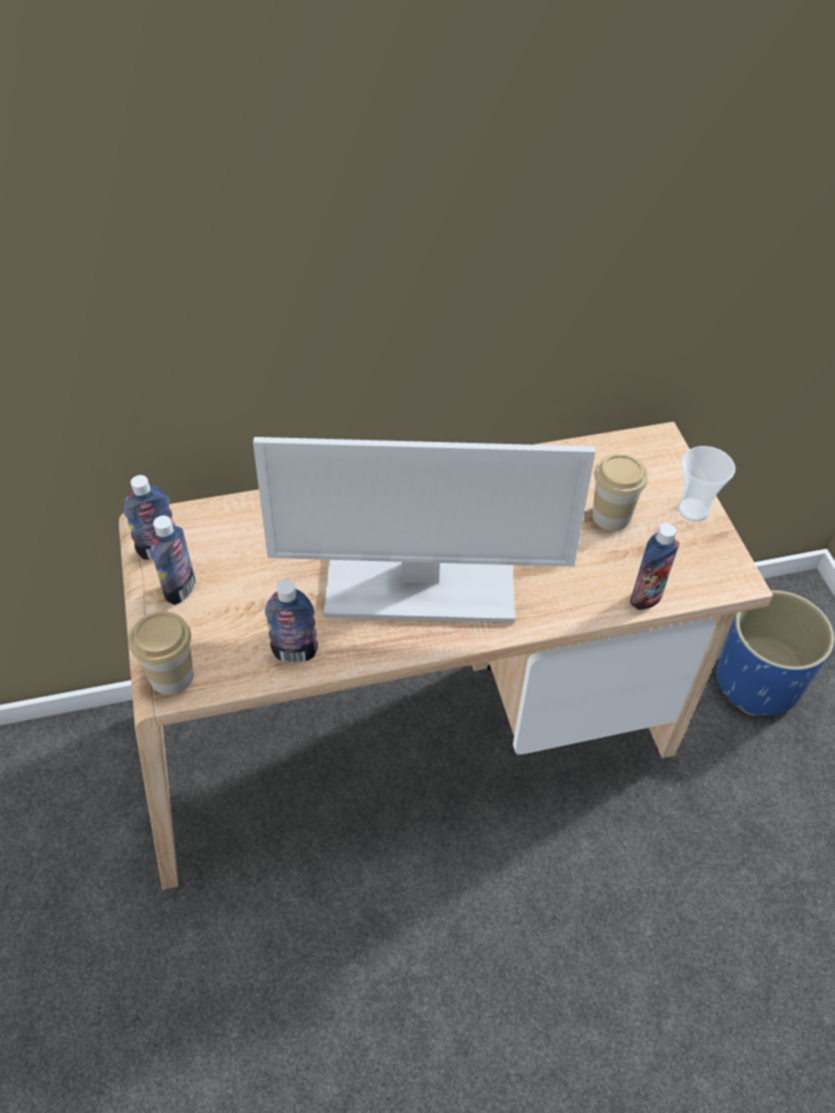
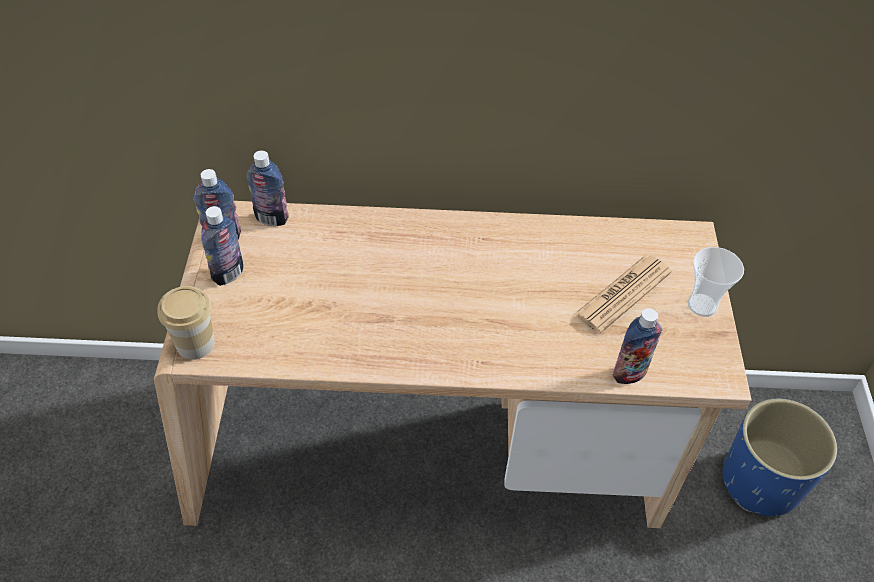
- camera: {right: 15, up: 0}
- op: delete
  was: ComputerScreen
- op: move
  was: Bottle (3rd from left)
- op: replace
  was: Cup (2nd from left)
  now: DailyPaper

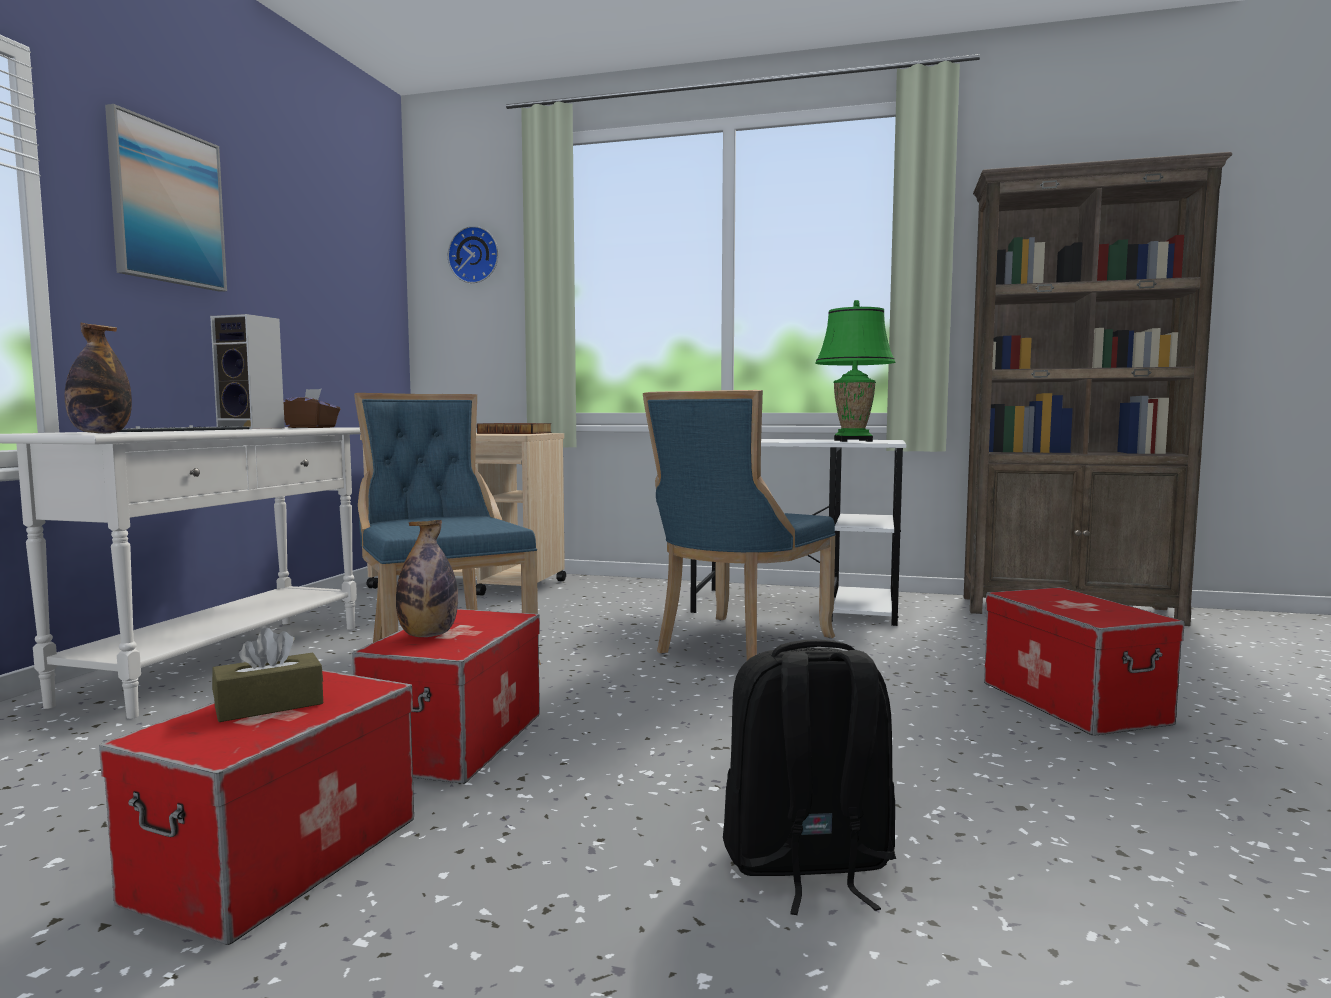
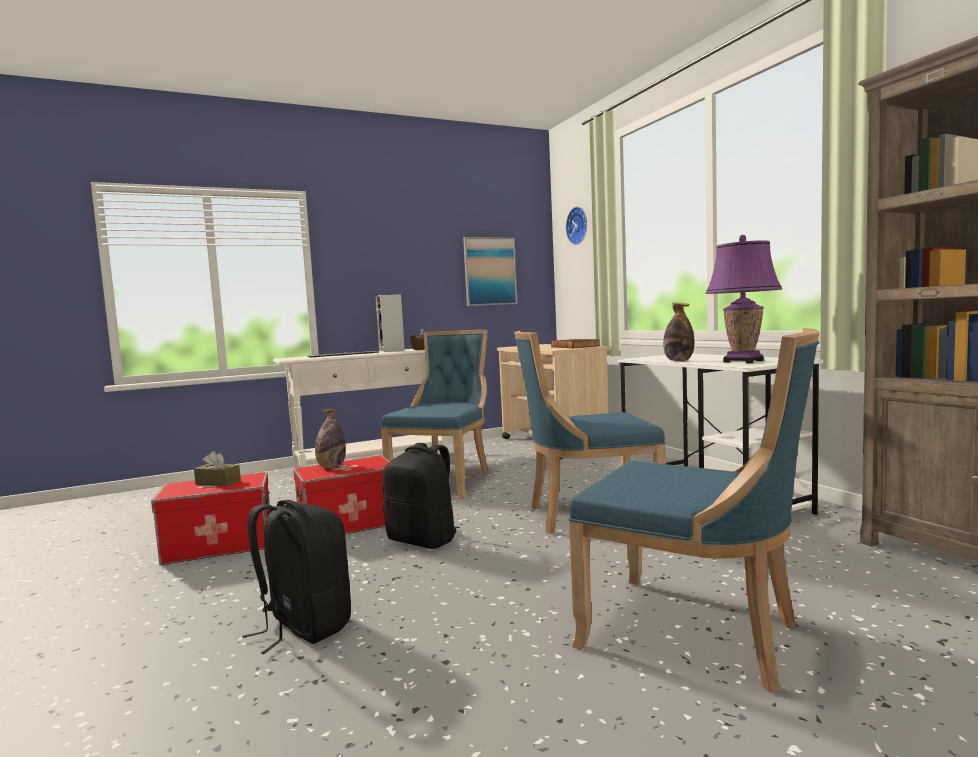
- camera: {right: 50, up: 0}
- op: move
  was: Bottle (1st from left in the first image)
  now: Bottle (2nd from left)
- op: move
  was: WallPicture
- op: recolor
  was: GreenishLampForATable
  now: PurplishLampForATable
- op: replace
  was: StorageBin (3rd from left)
  now: BluishPlainChair (3rd from left)
- op: insert
  now: BlackishRucksack (2nd from left)

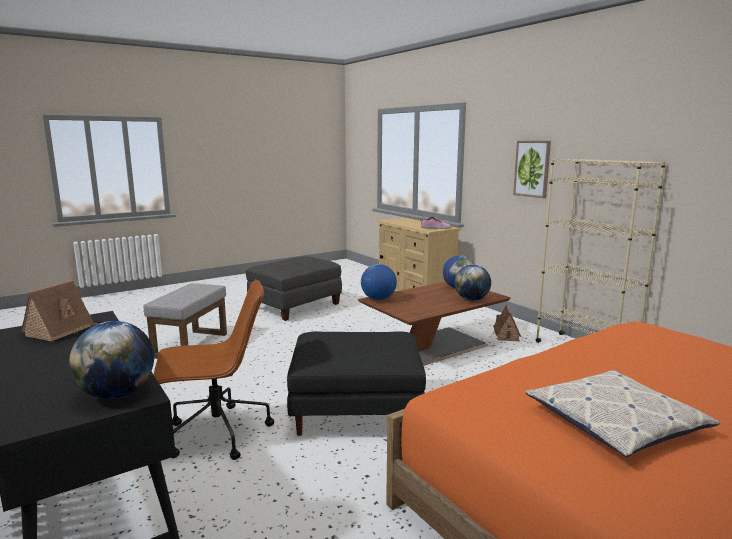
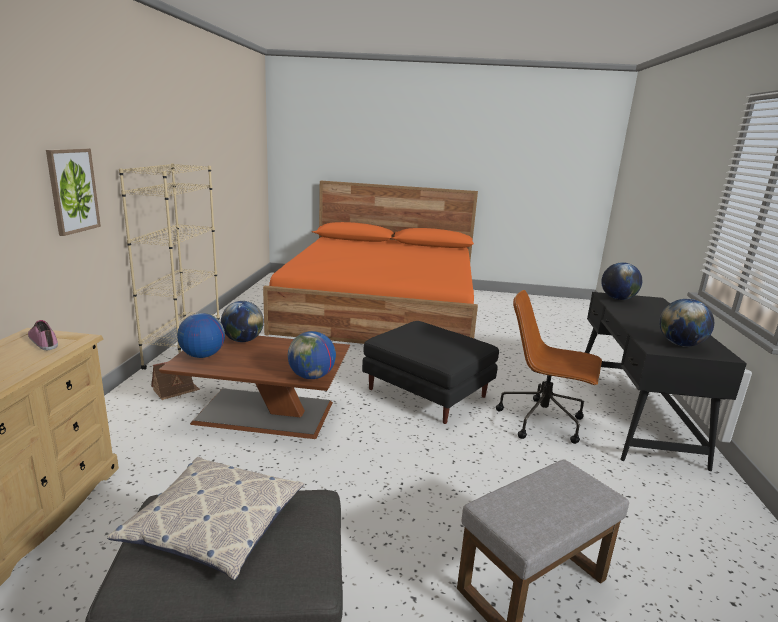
- camera: {right: -140, up: 5}
- op: replace
  was: MiniatureHouse (1st from left)
  now: WorldGlobe (5th from left)
- op: move
  was: Cushion

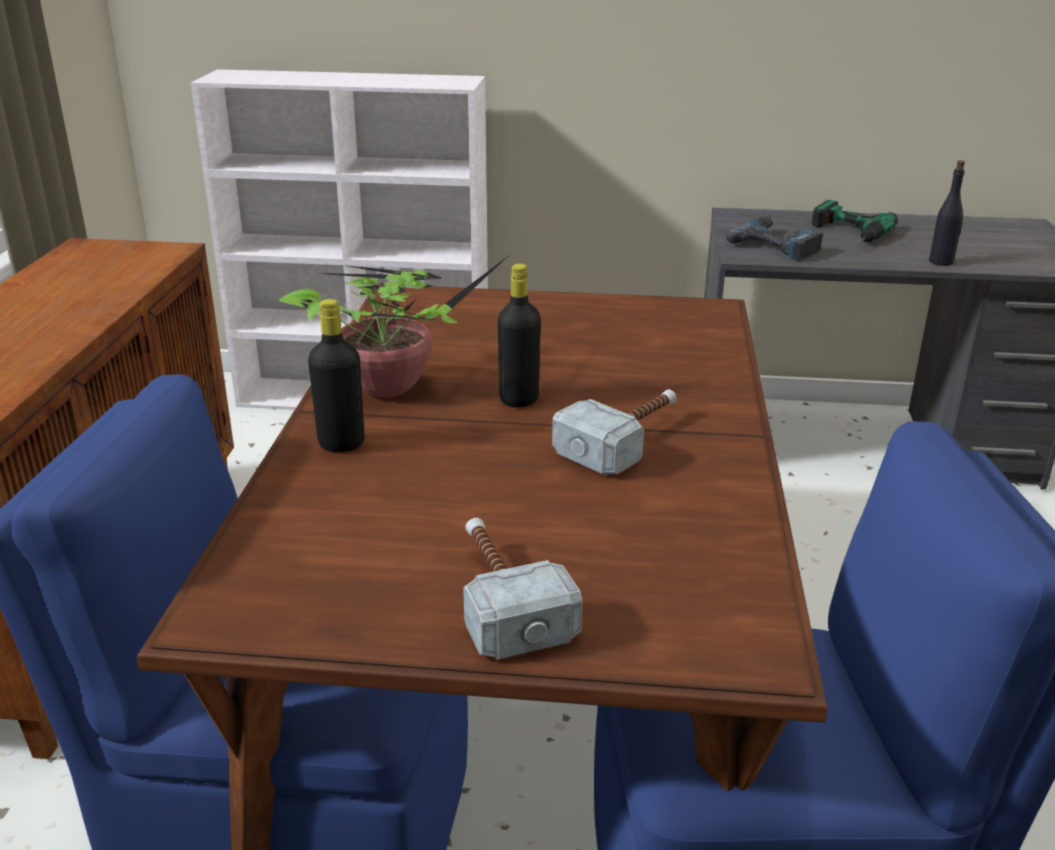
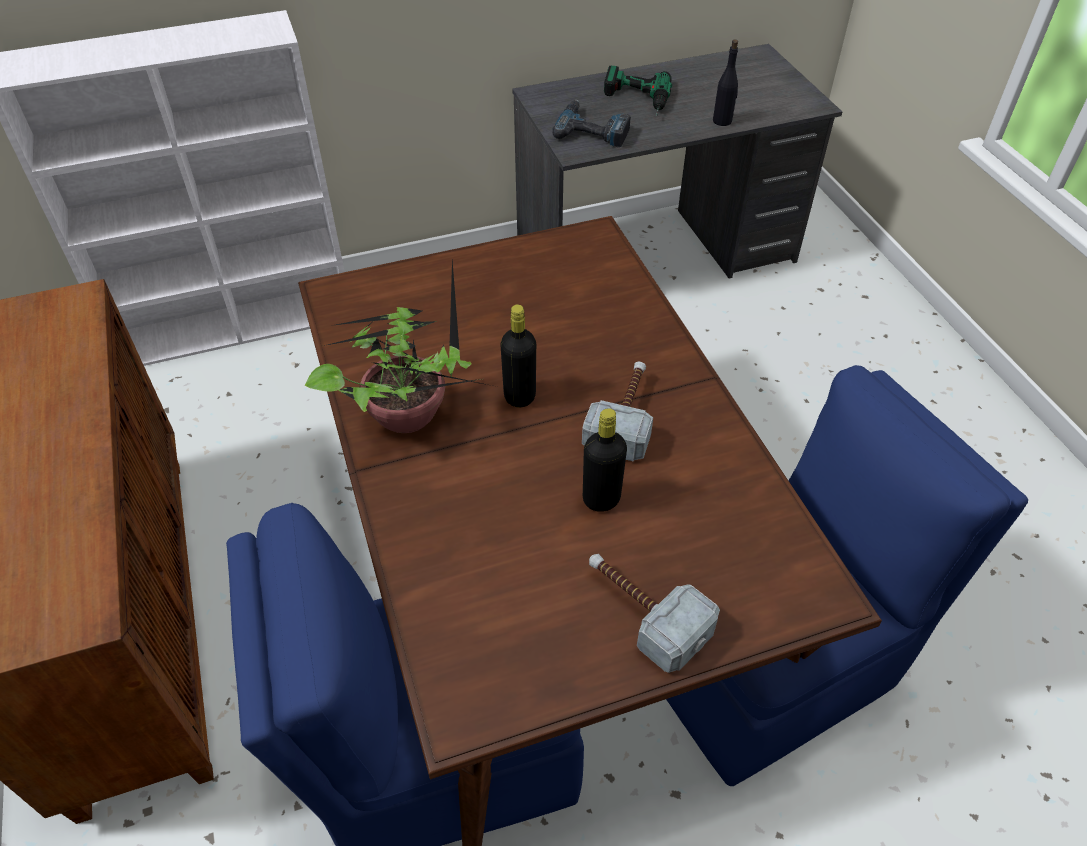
- camera: {right: -25, up: 20}
- op: move
  was: BlackishBottle (1st from left in the first image)
  now: BlackishBottle (2nd from left)

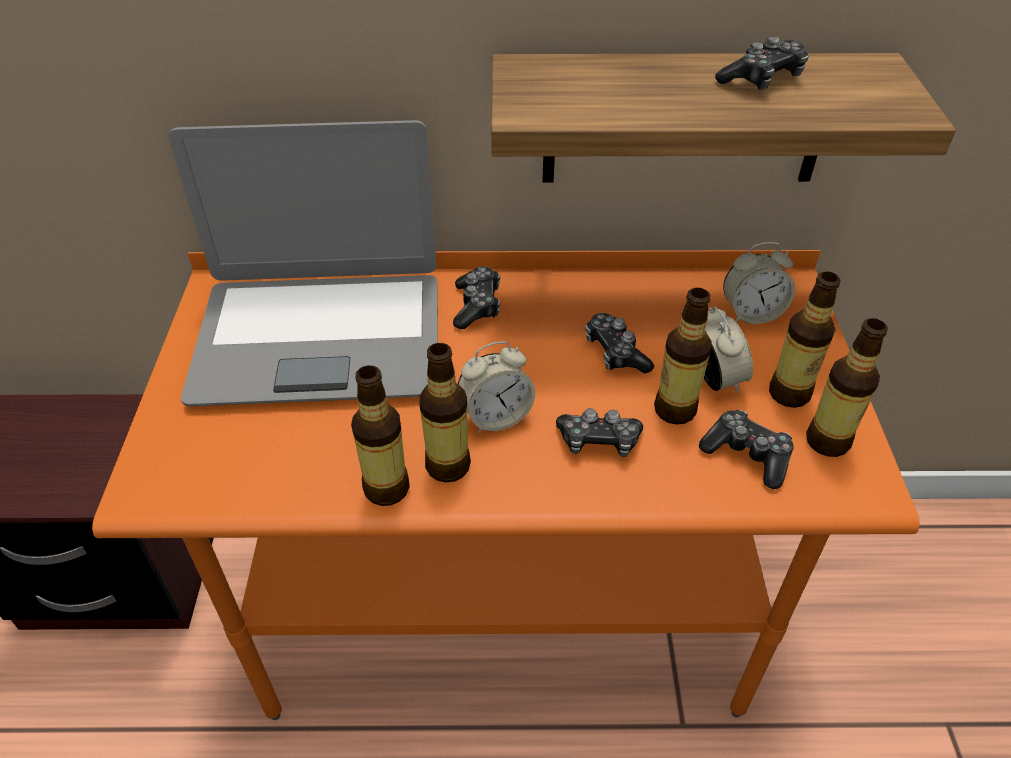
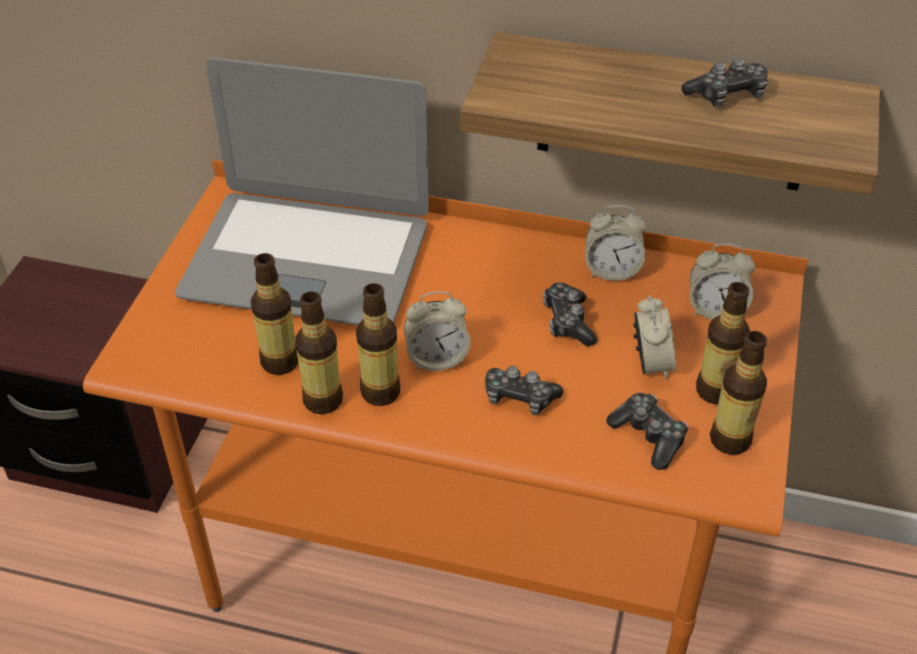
- camera: {right: 15, up: 0}
- op: delete
  was: GameController (1st from left)
- op: move
  was: Bottle (3rd from left in the first image)
  now: Bottle (1st from left)
- op: insert
  now: TableClock (2nd from left)

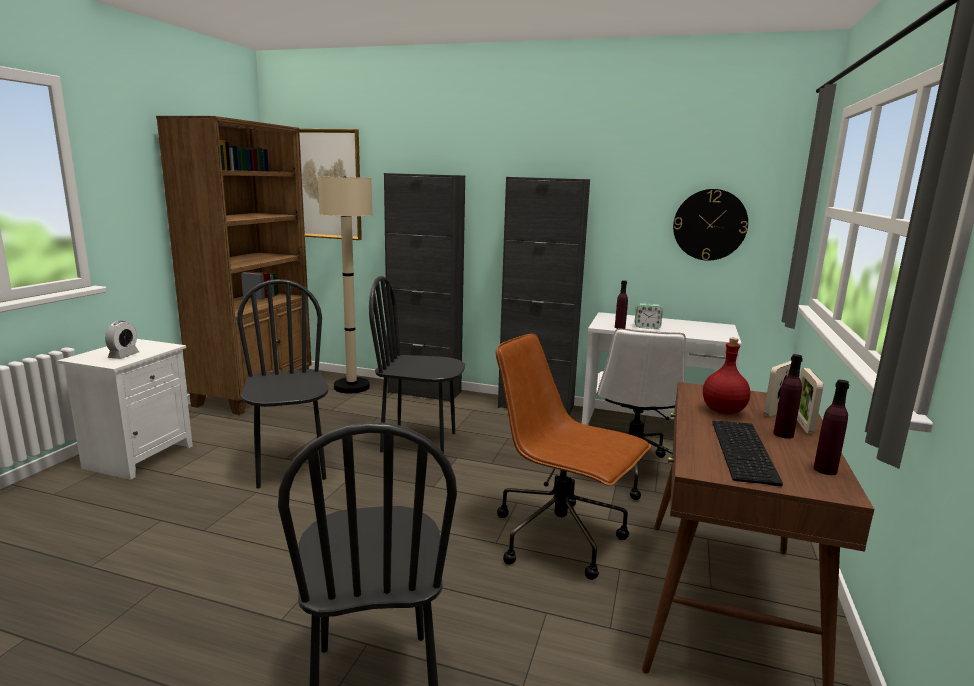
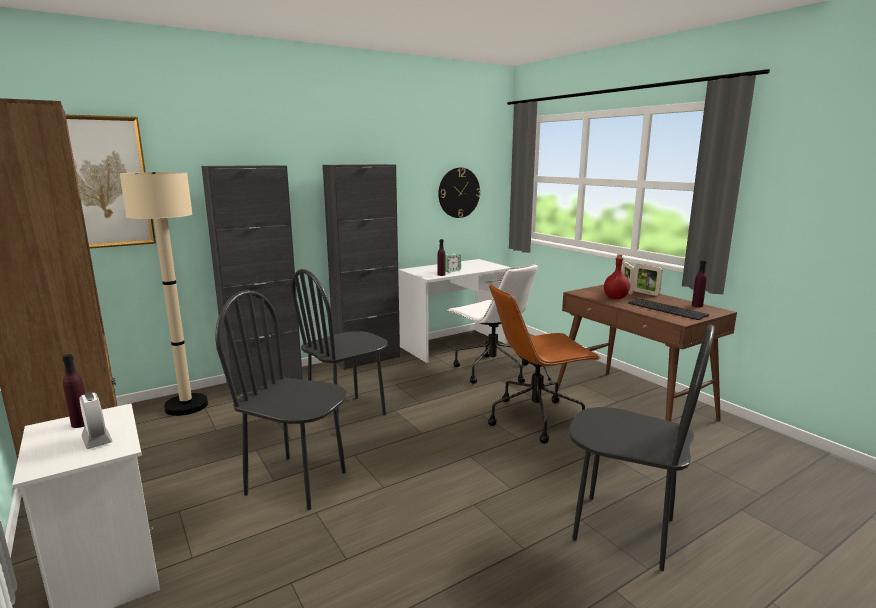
- camera: {right: -50, up: 0}
- op: move
  was: PurplishBottle (2nd from left in the first image)
  now: PurplishBottle (1st from left)

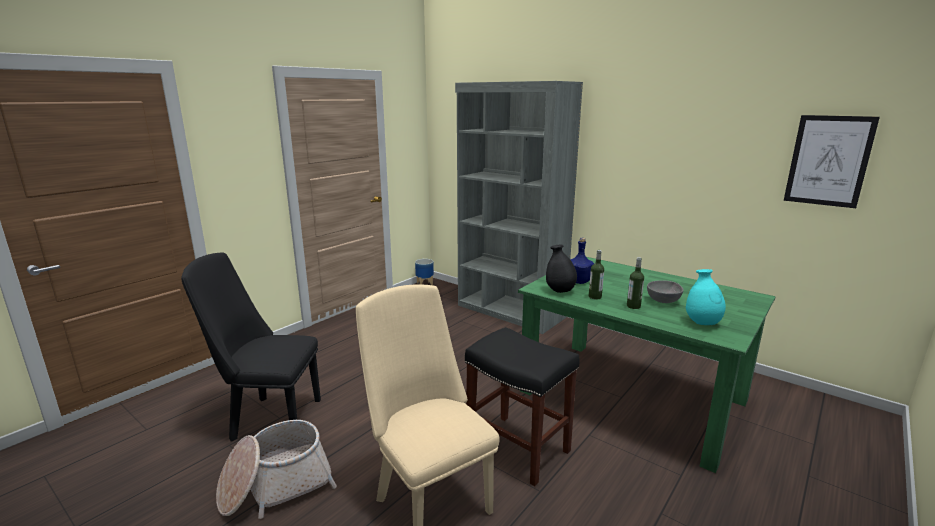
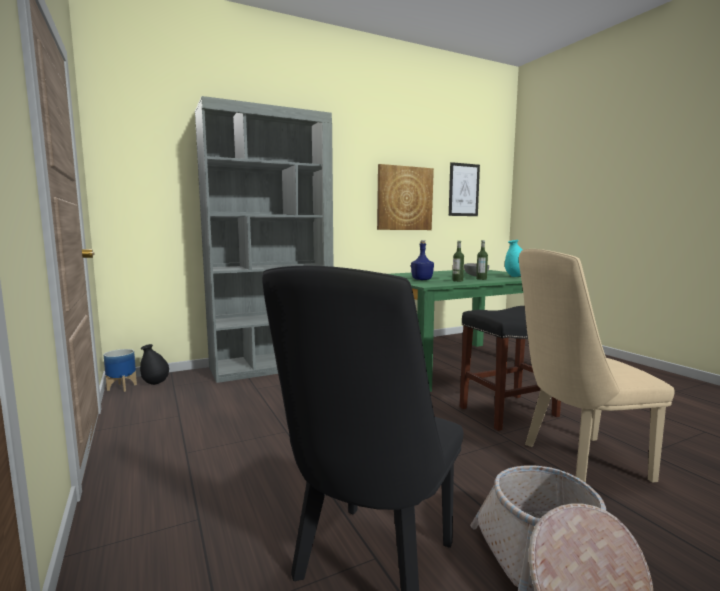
- camera: {right: -65, up: -10}
- op: move
  was: BlackishFlowerVase
- op: insert
  now: WallPicture (1st from left)

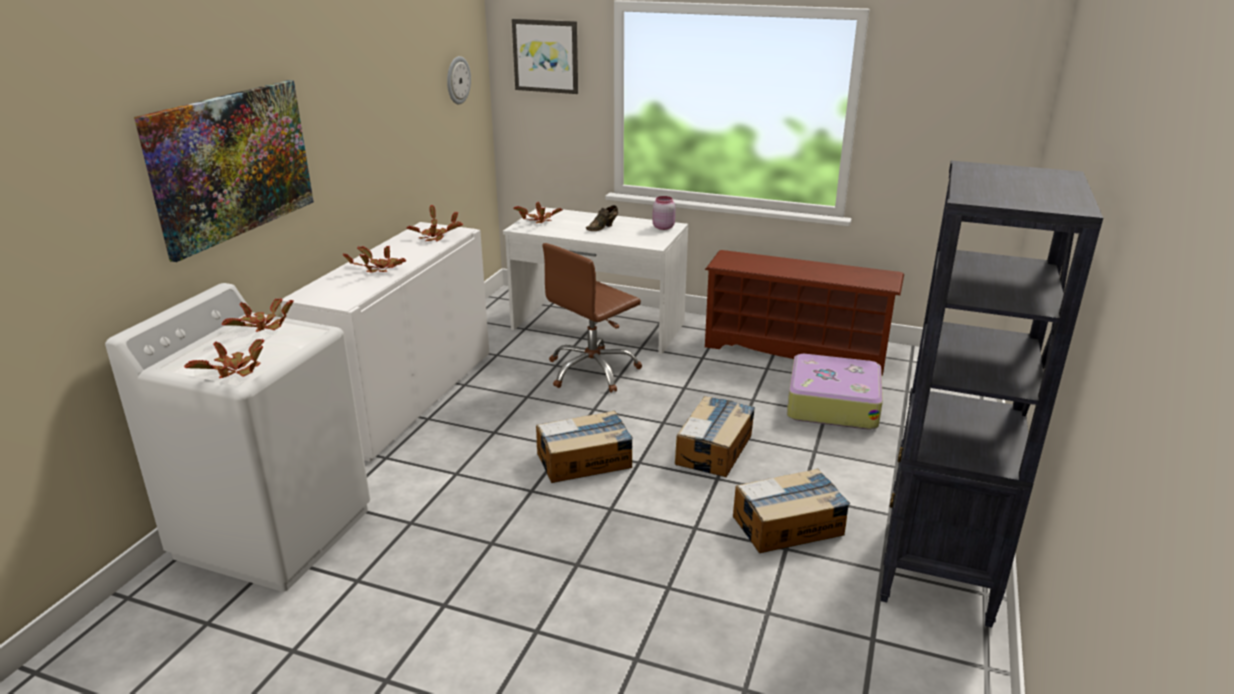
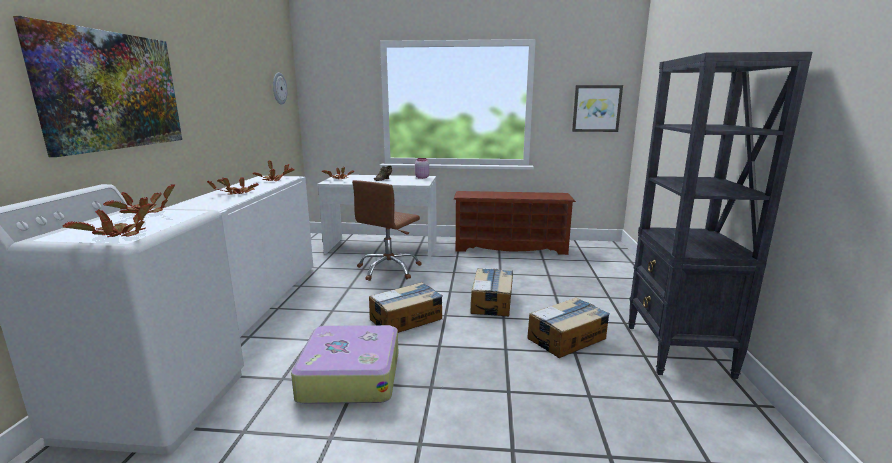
- camera: {right: -15, up: -10}
- op: move
  was: WallPicture (2nd from left)
- op: move
  was: PieceOfLuggage

